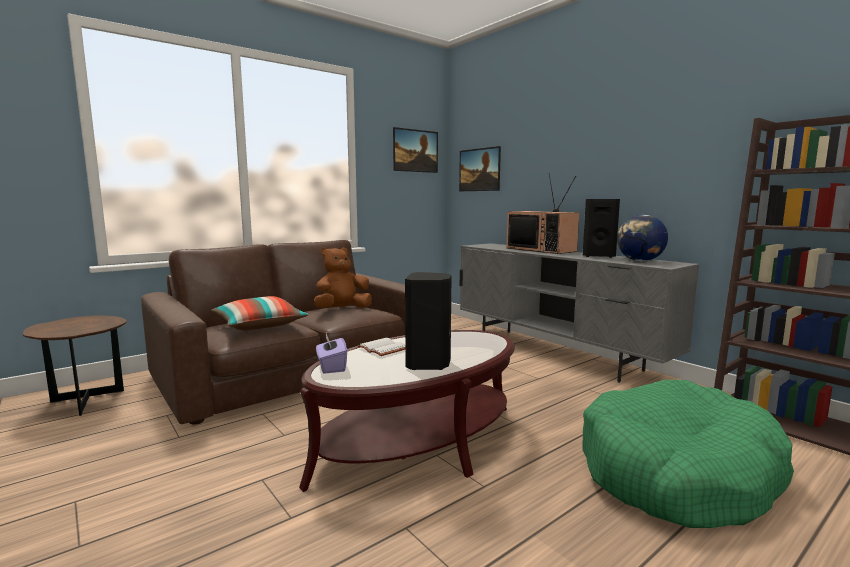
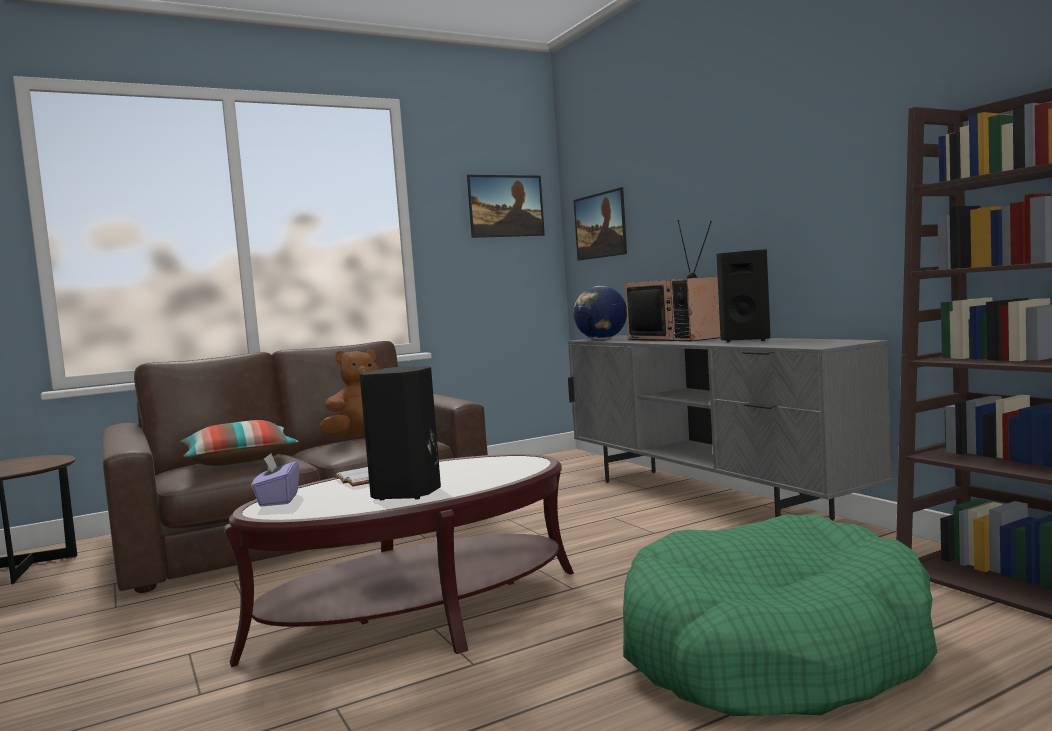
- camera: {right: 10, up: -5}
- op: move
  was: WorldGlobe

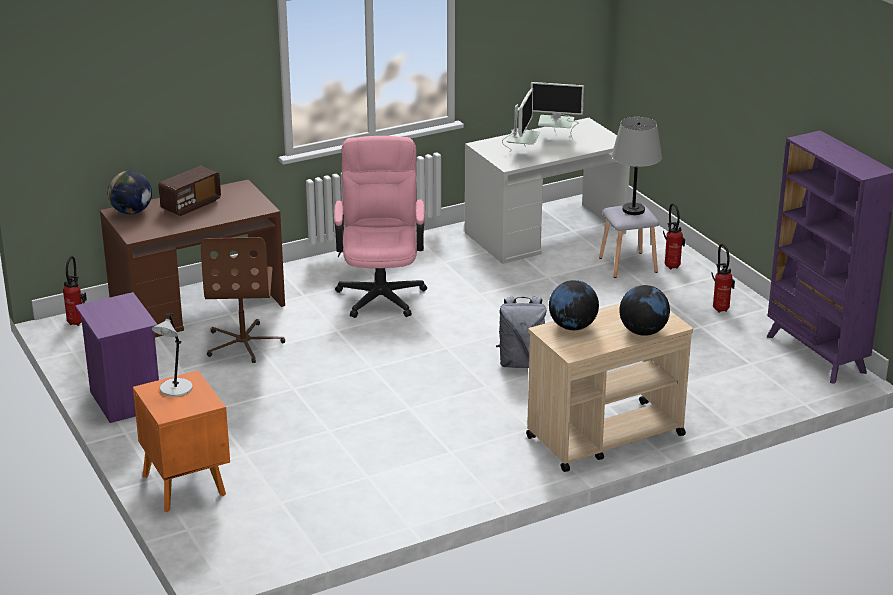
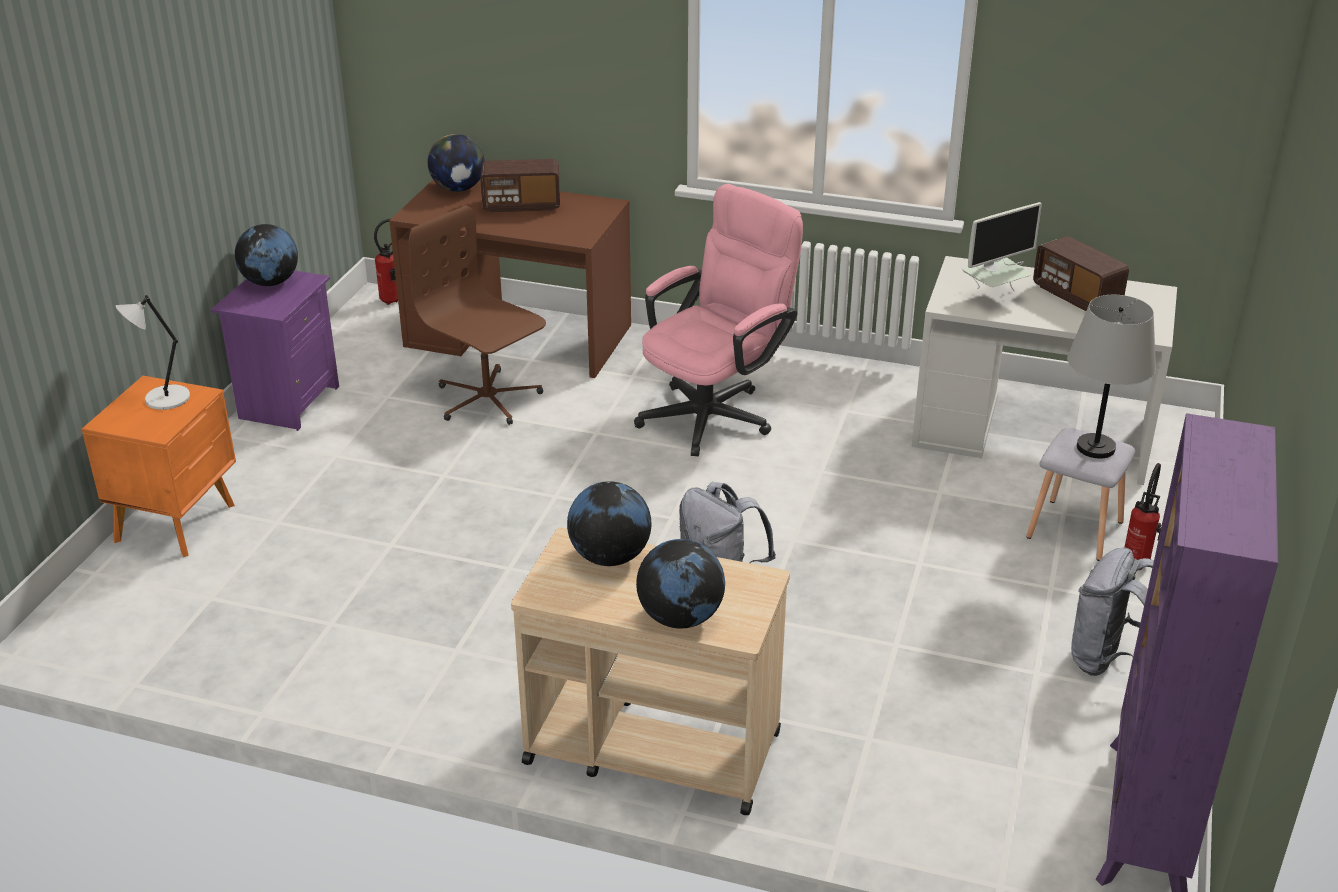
- camera: {right: 45, up: 5}
- op: rotate
  was: BrownDeskChair
  clockwise: 90
- op: replace
  was: ComputerScreen (2nd from left)
  now: Radio (2nd from left)
- op: replace
  was: FireFightingCylinder (3rd from left)
  now: GrayRucksack (2nd from left)
- op: insert
  now: WorldGlobe (1st from left)

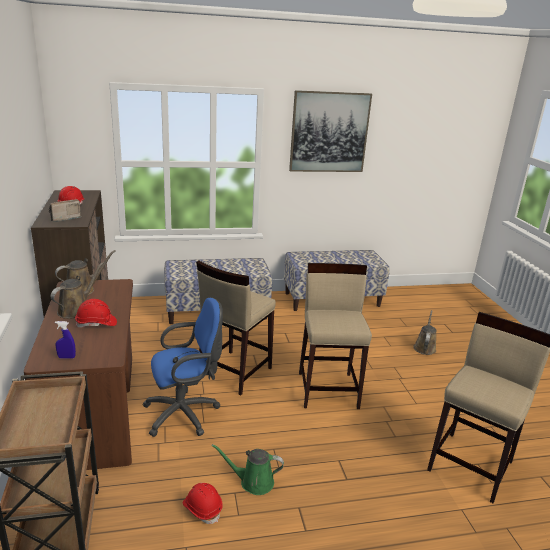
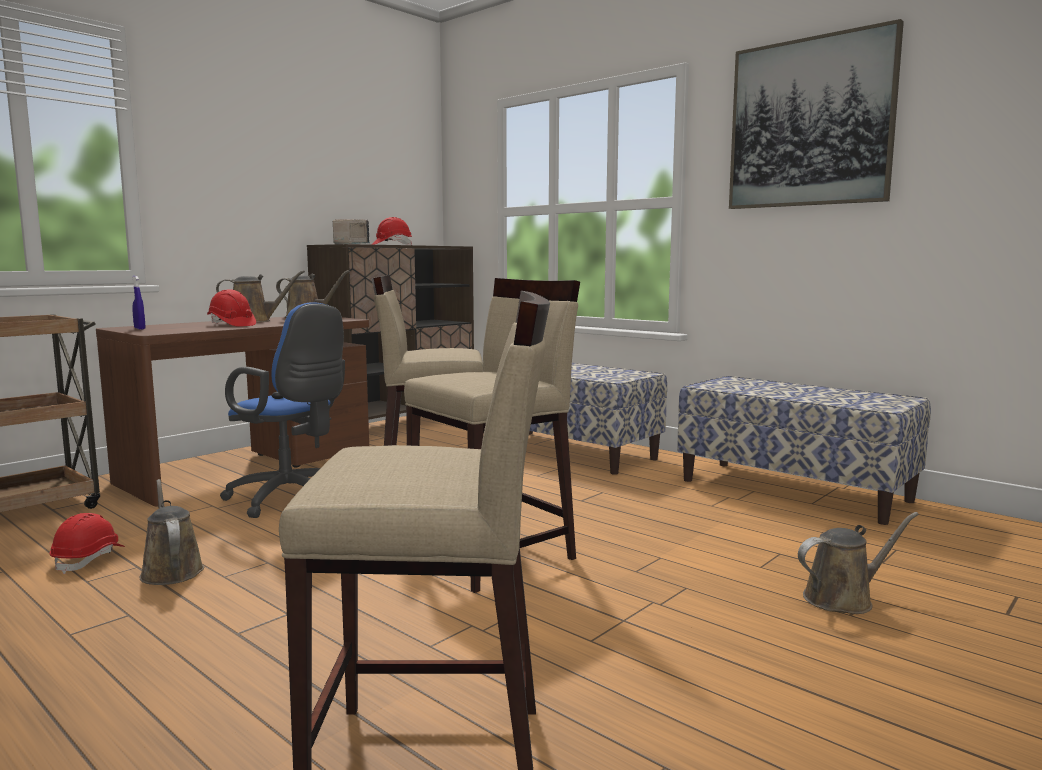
- camera: {right: 55, up: -15}
- op: recolor
  was: GreenishWateringCan
  now: BrownWateringCan (1st from left)

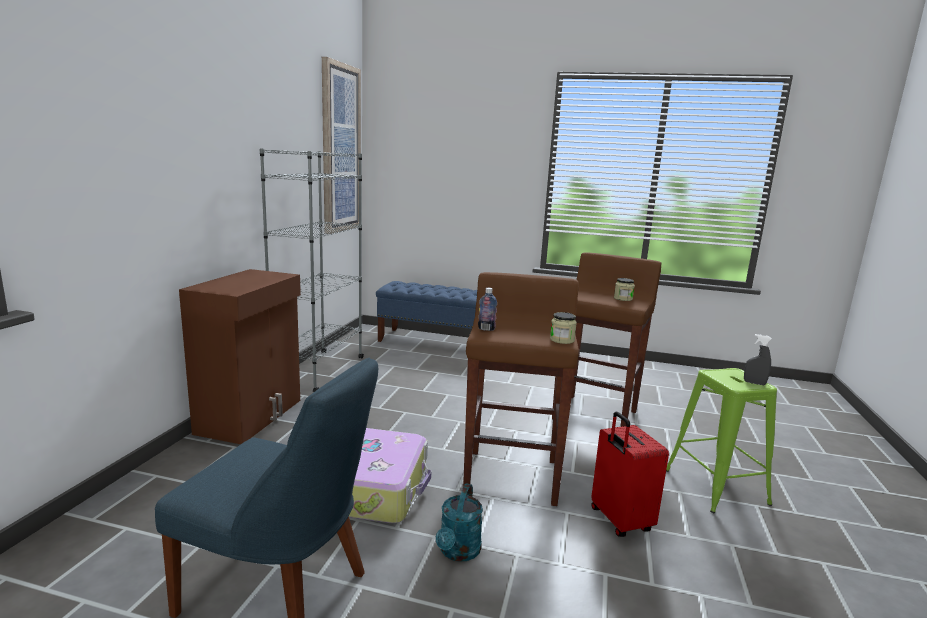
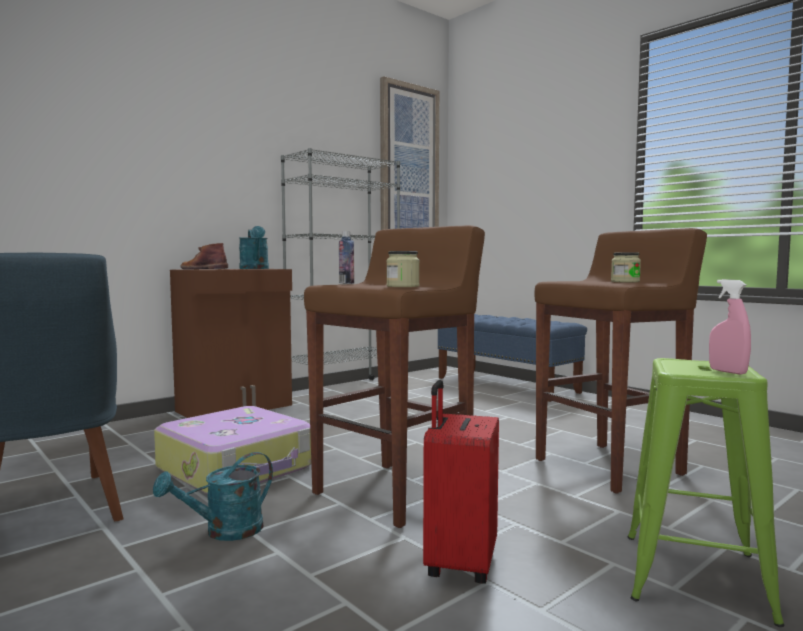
- camera: {right: 35, up: -10}
- op: recolor
  was: GraySprayer
  now: PinkishSprayer
- op: insert
  now: BrownHighTopBoot
- op: insert
  now: TurquoiseWateringCan (2nd from left)

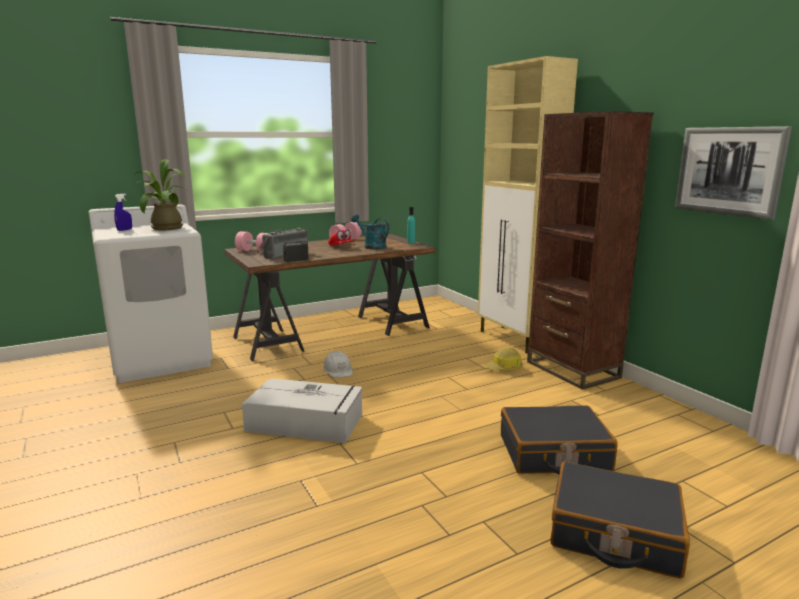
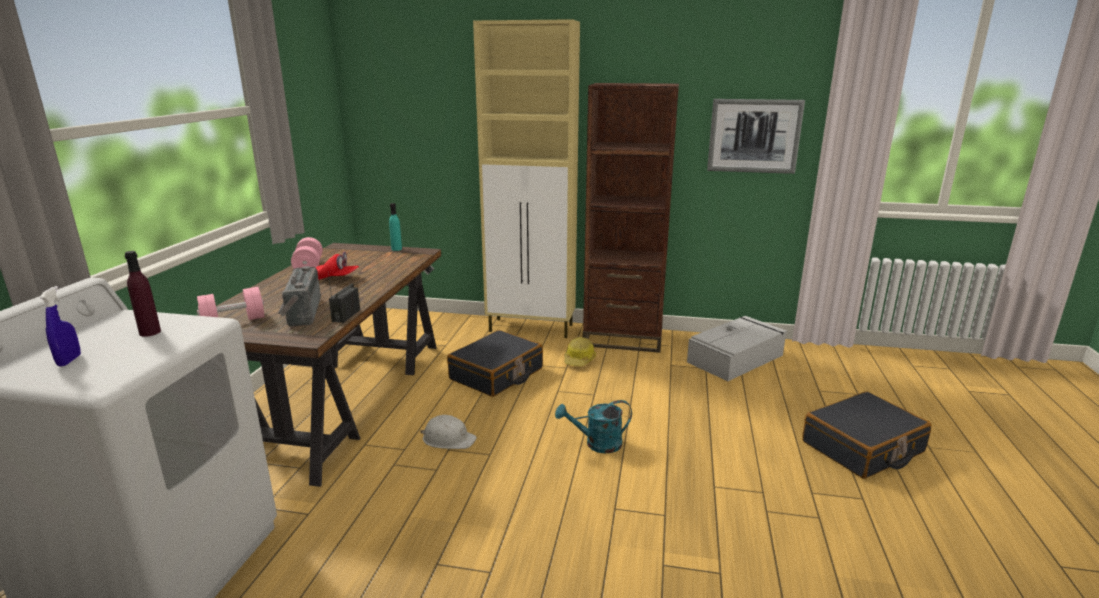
- camera: {right: -50, up: 5}
- op: replace
  was: PottedPlant
  now: PurplishBottle
- op: move
  was: GrayStorageBin
- op: move
  was: TurquoiseWateringCan
- op: move
  was: BlackishPieceOfLuggage (1st from left)

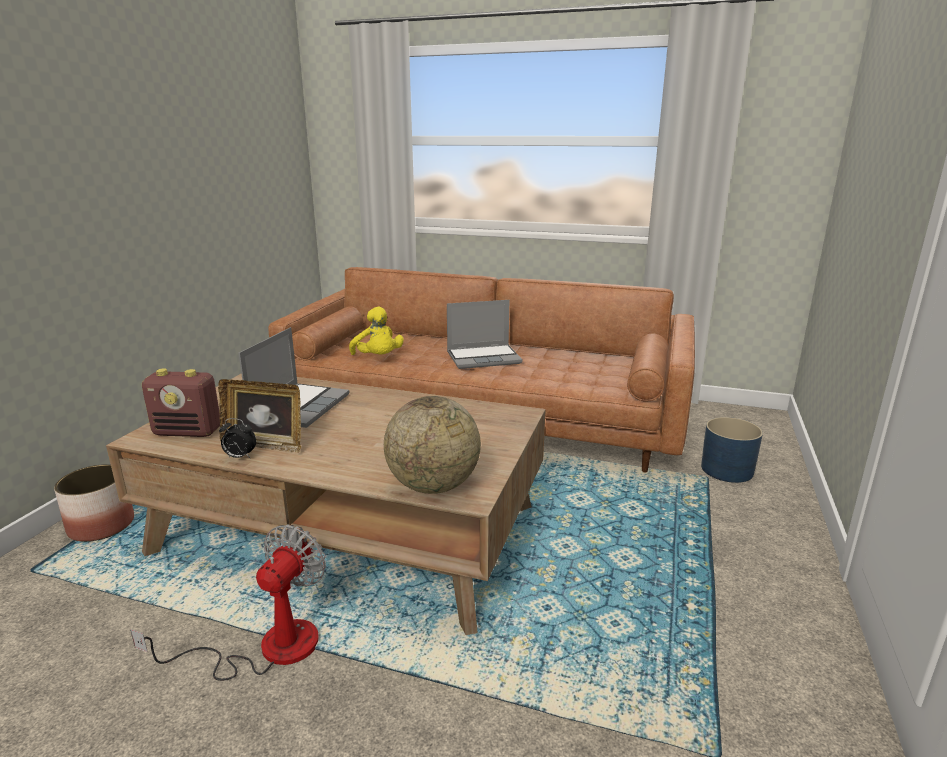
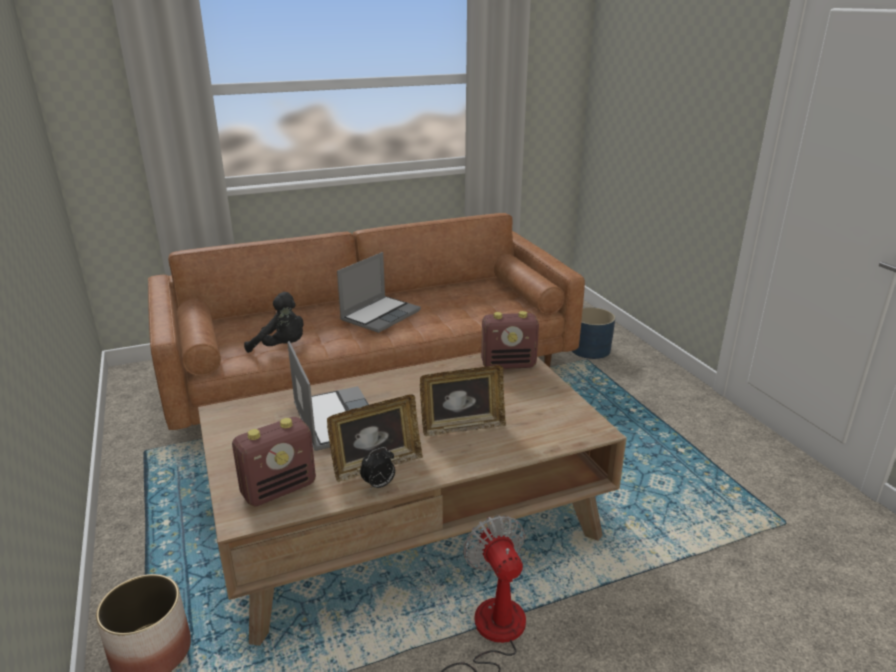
- camera: {right: -40, up: 5}
- op: recolor
  was: YellowColouredSoftToy
  now: BlackishSoftToy
- op: delete
  was: WorldGlobe
- op: insert
  now: PhotoFrame (2nd from left)
- op: insert
  now: Radio (2nd from left)

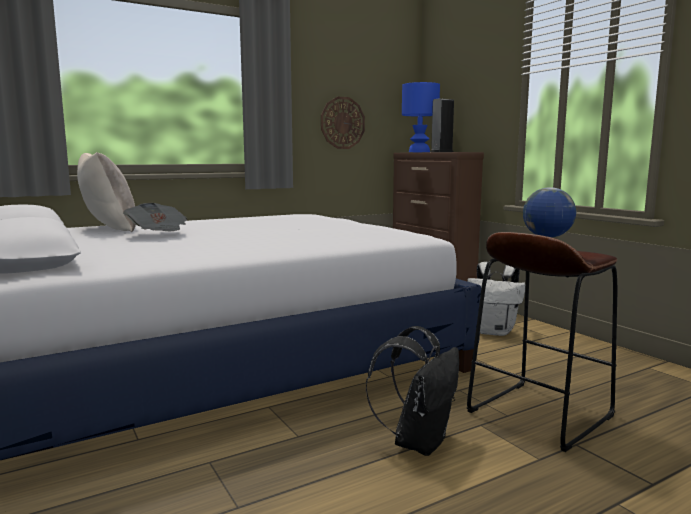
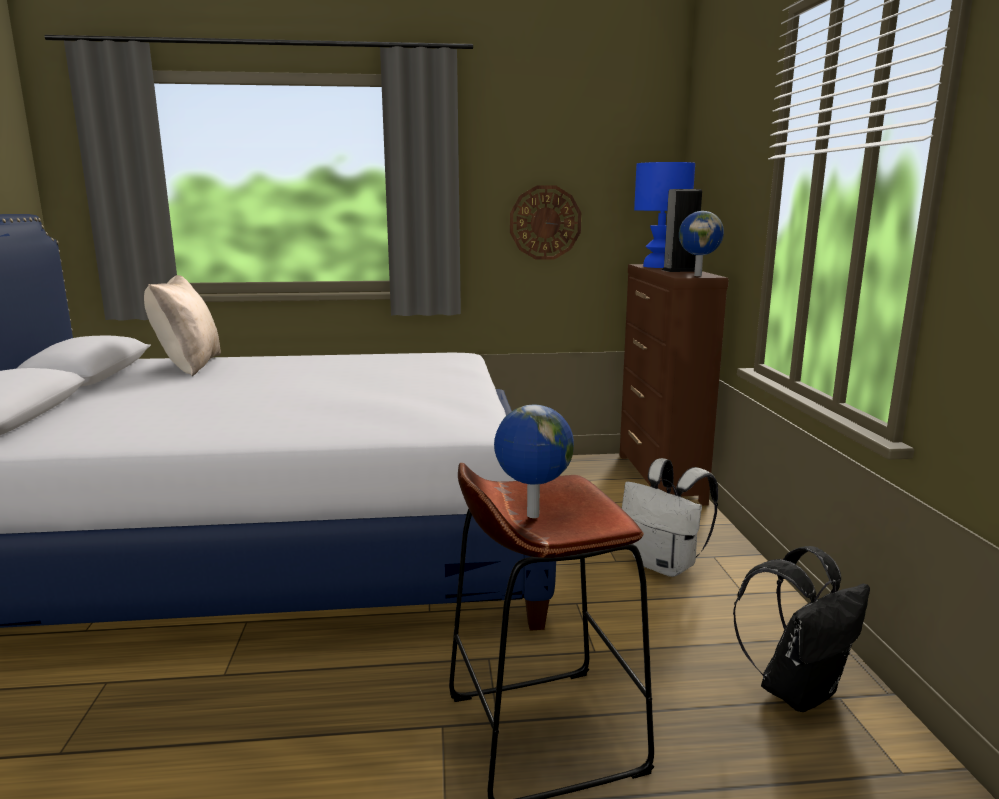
- camera: {right: 25, up: 5}
- op: delete
  was: DailyPaper
- op: move
  was: BlackishRucksack
- op: insert
  now: WorldGlobe (2nd from left)

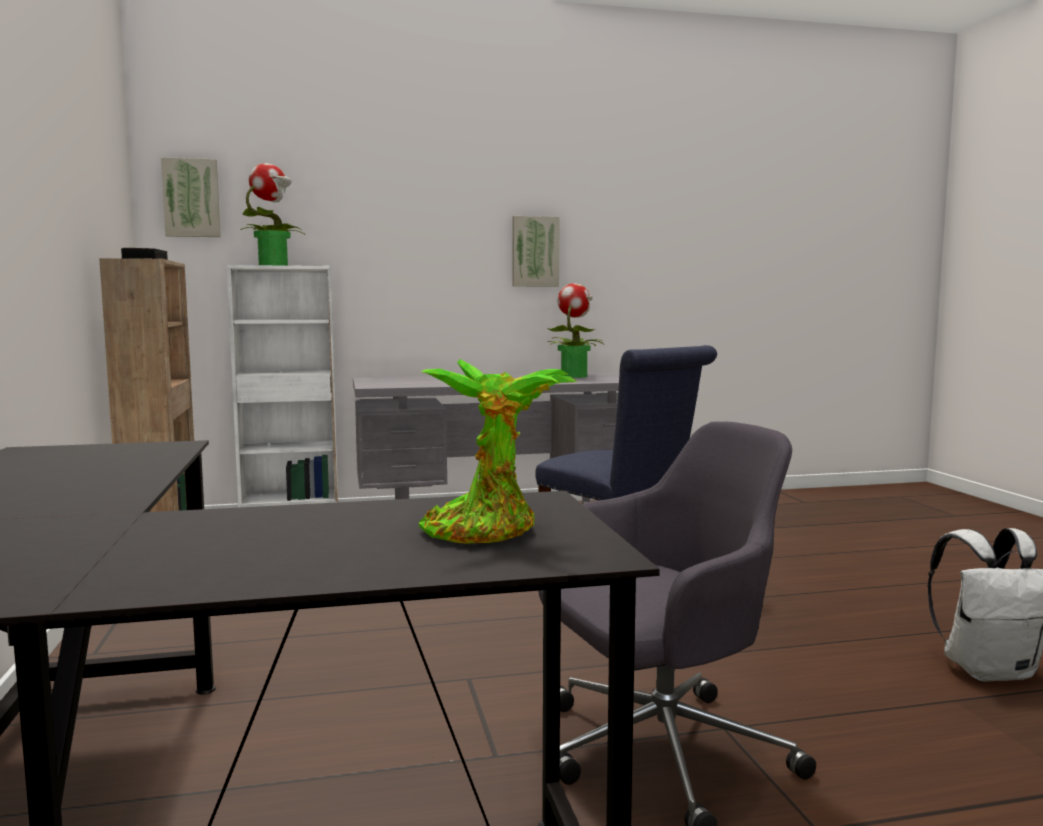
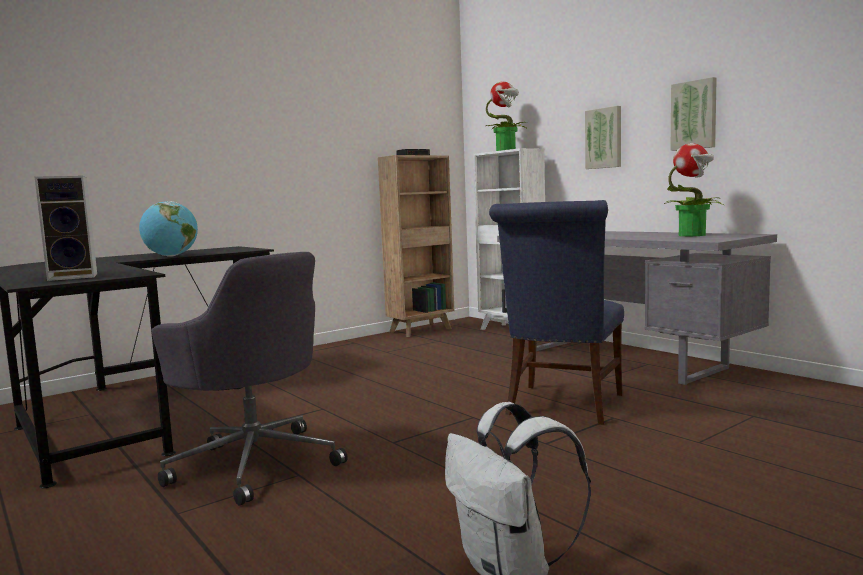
- camera: {right: 65, up: 0}
- op: move
  was: WallPicture (1st from left)
- op: replace
  was: PottedPlant (2nd from left)
  now: AudioSpeaker
- op: insert
  now: WorldGlobe

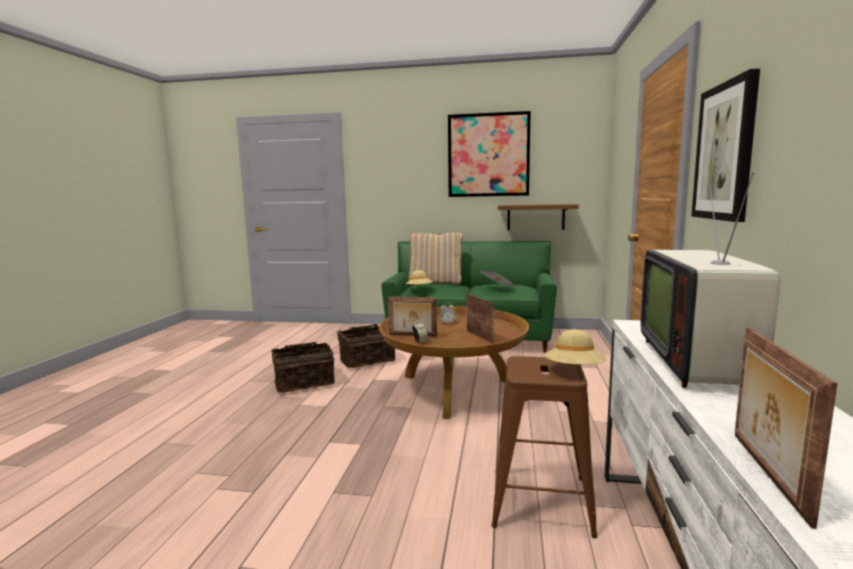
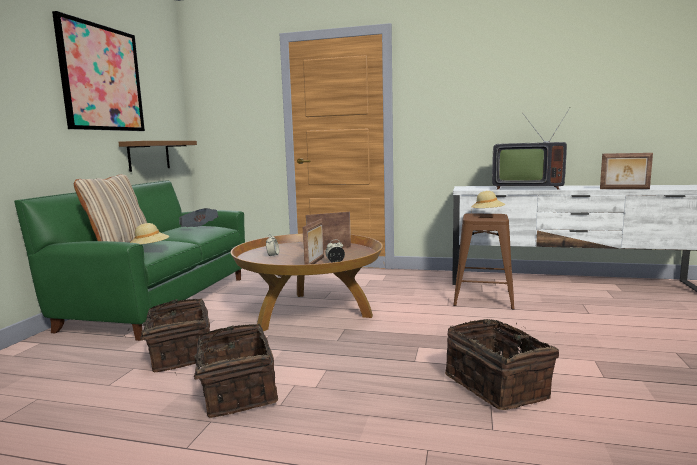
- camera: {right: -85, up: 0}
- op: delete
  was: WallPicture (2nd from left)
- op: insert
  now: HouseholdBasket (3rd from left)

